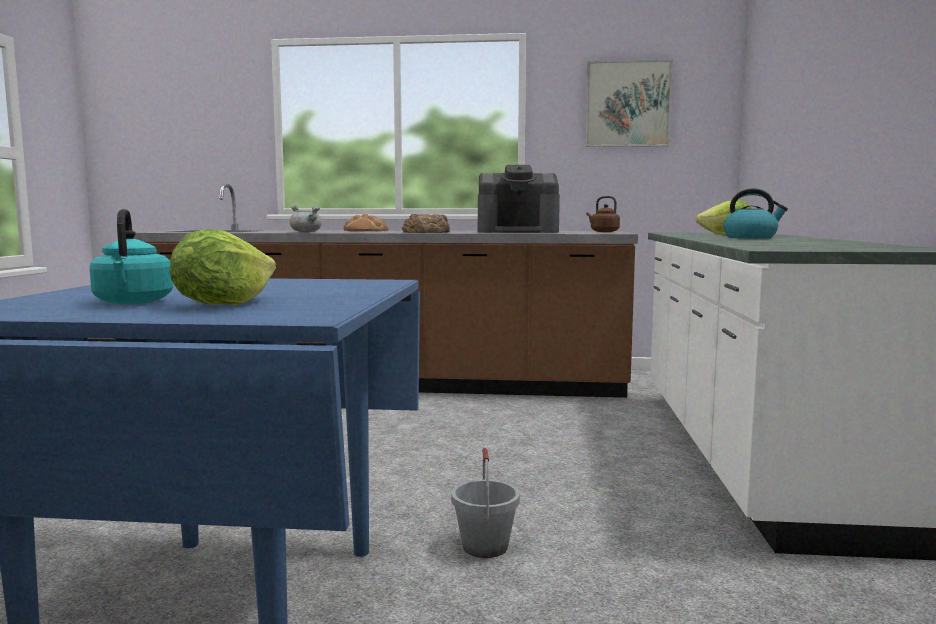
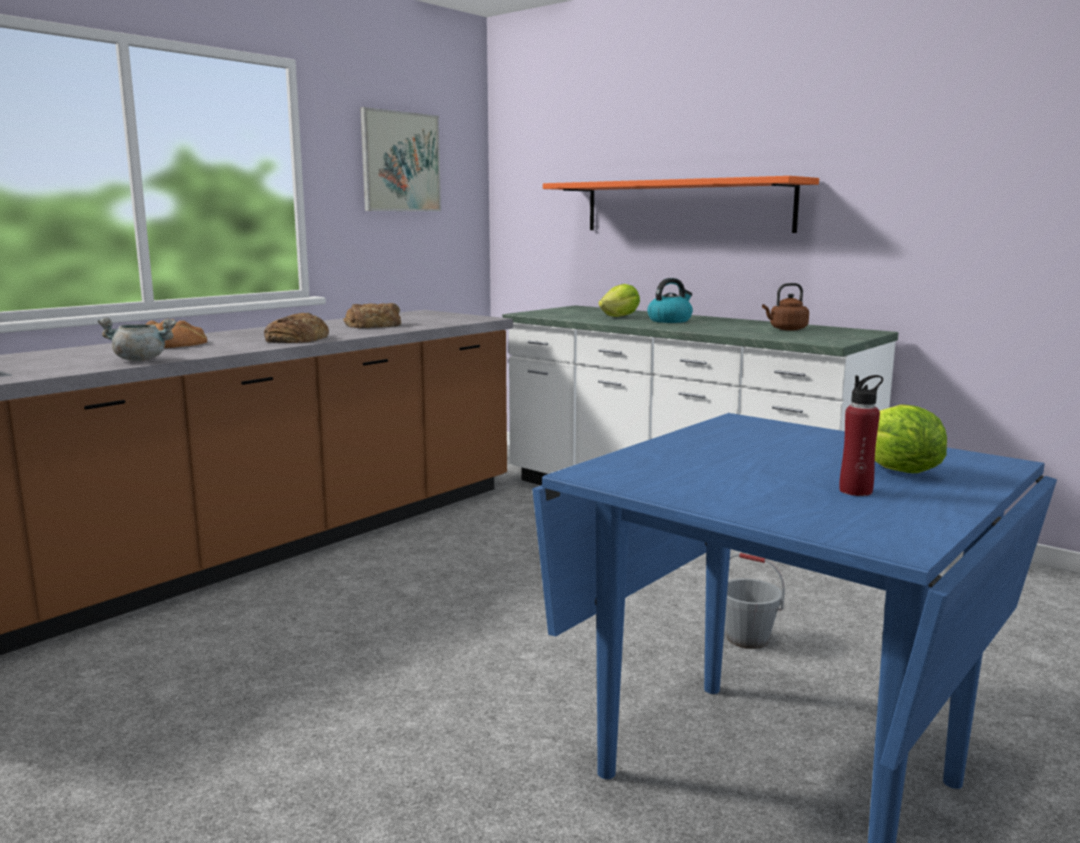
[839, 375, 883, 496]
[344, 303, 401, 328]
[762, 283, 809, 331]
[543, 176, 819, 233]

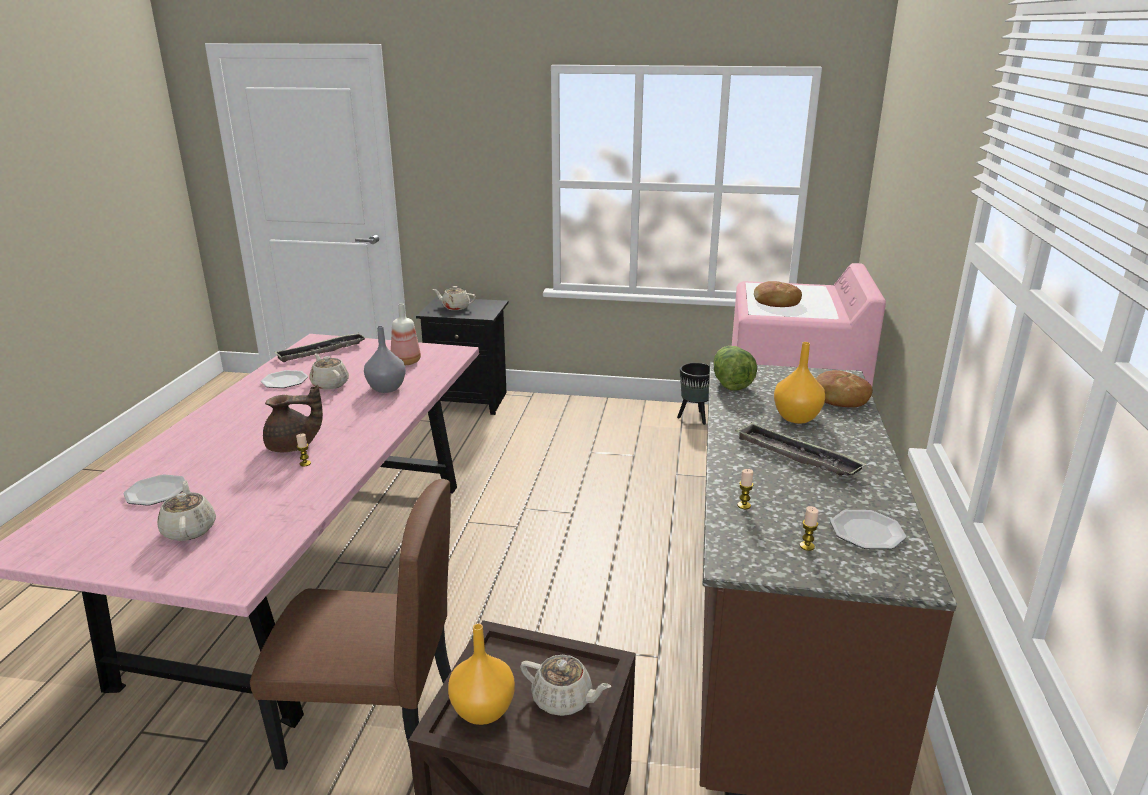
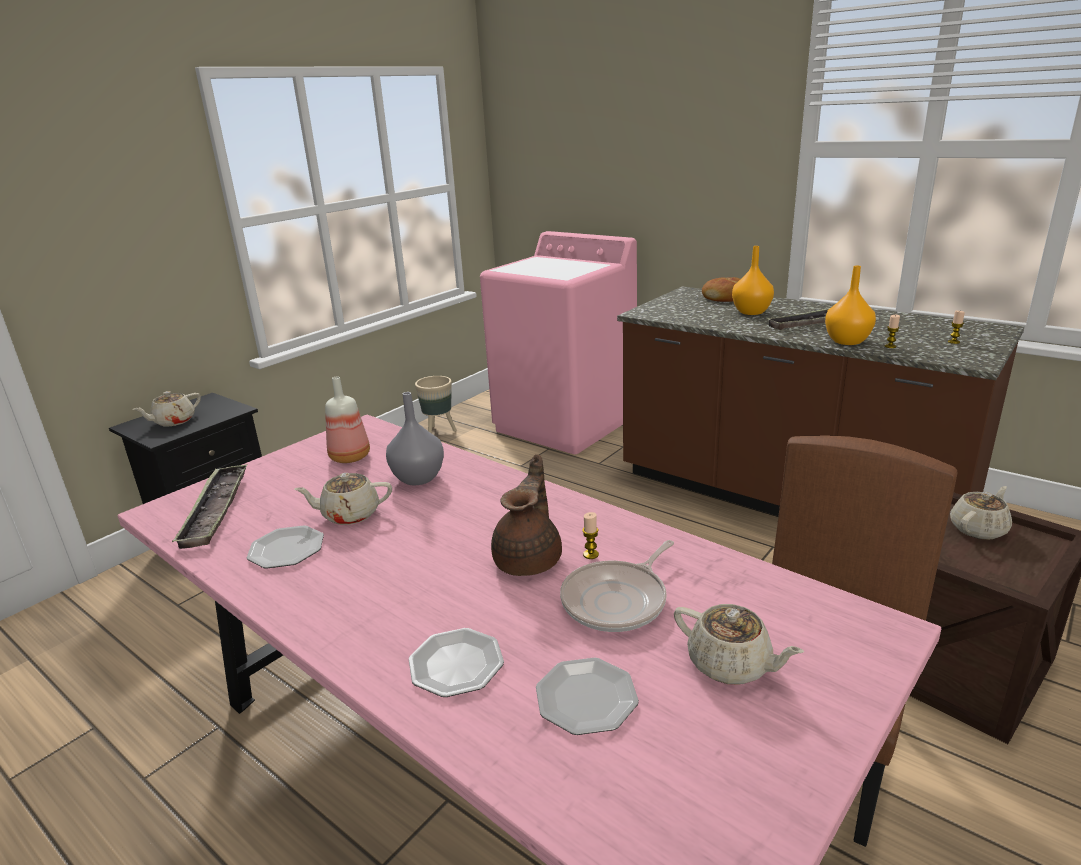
[674, 604, 804, 684]
[825, 266, 876, 345]
[415, 376, 457, 433]
[713, 346, 757, 391] (first image)
[754, 281, 802, 307] (first image)
[409, 628, 504, 697]
[560, 540, 674, 632]

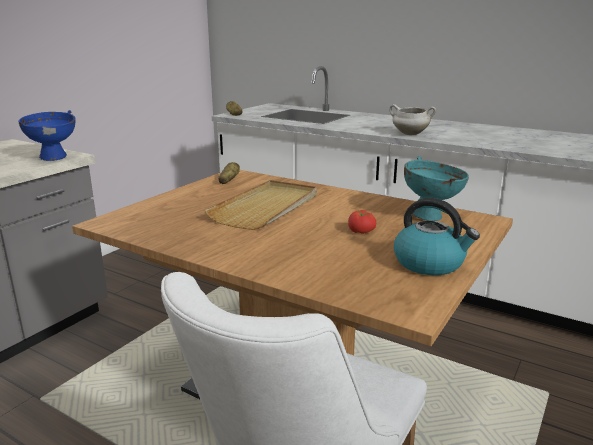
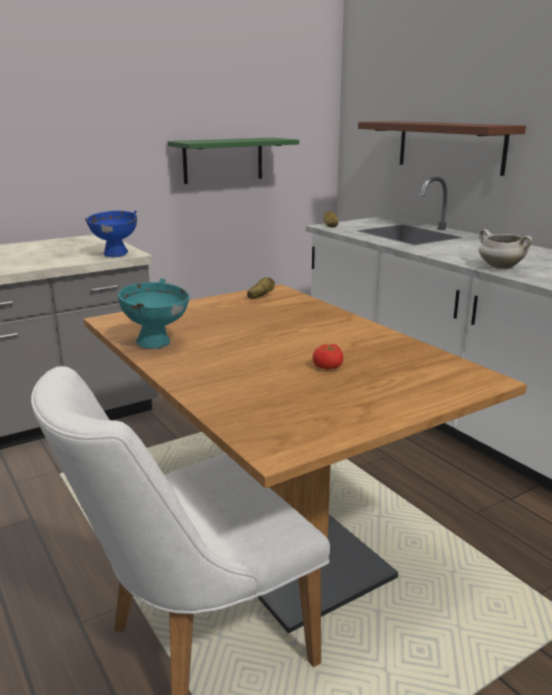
[205, 180, 317, 230] (first image)
[394, 198, 480, 275] (first image)
[118, 278, 189, 349]
[167, 138, 299, 184]
[358, 121, 526, 176]

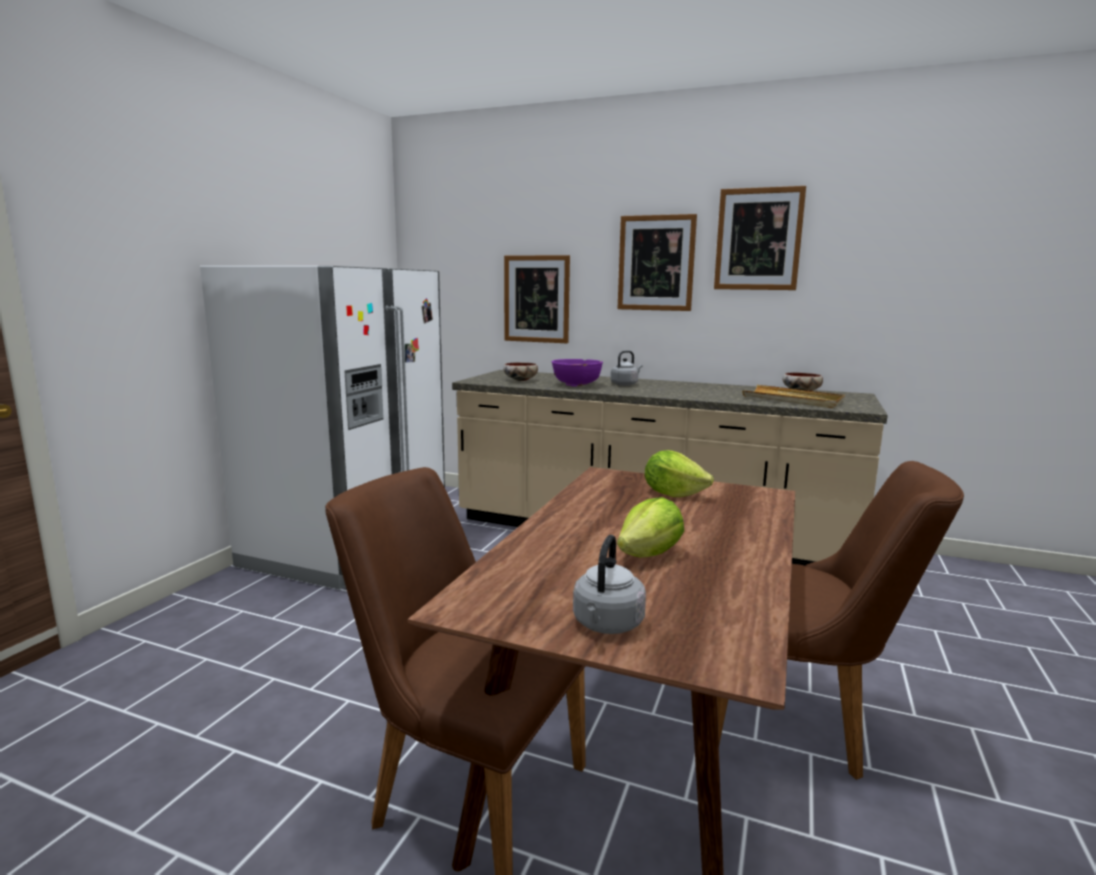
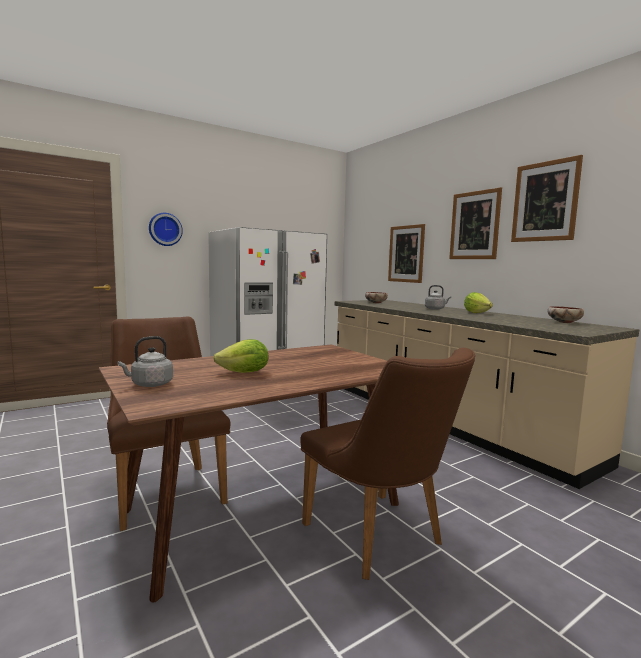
[551, 359, 603, 387] (first image)
[464, 292, 493, 313]
[742, 385, 845, 408] (first image)
[149, 213, 183, 246]

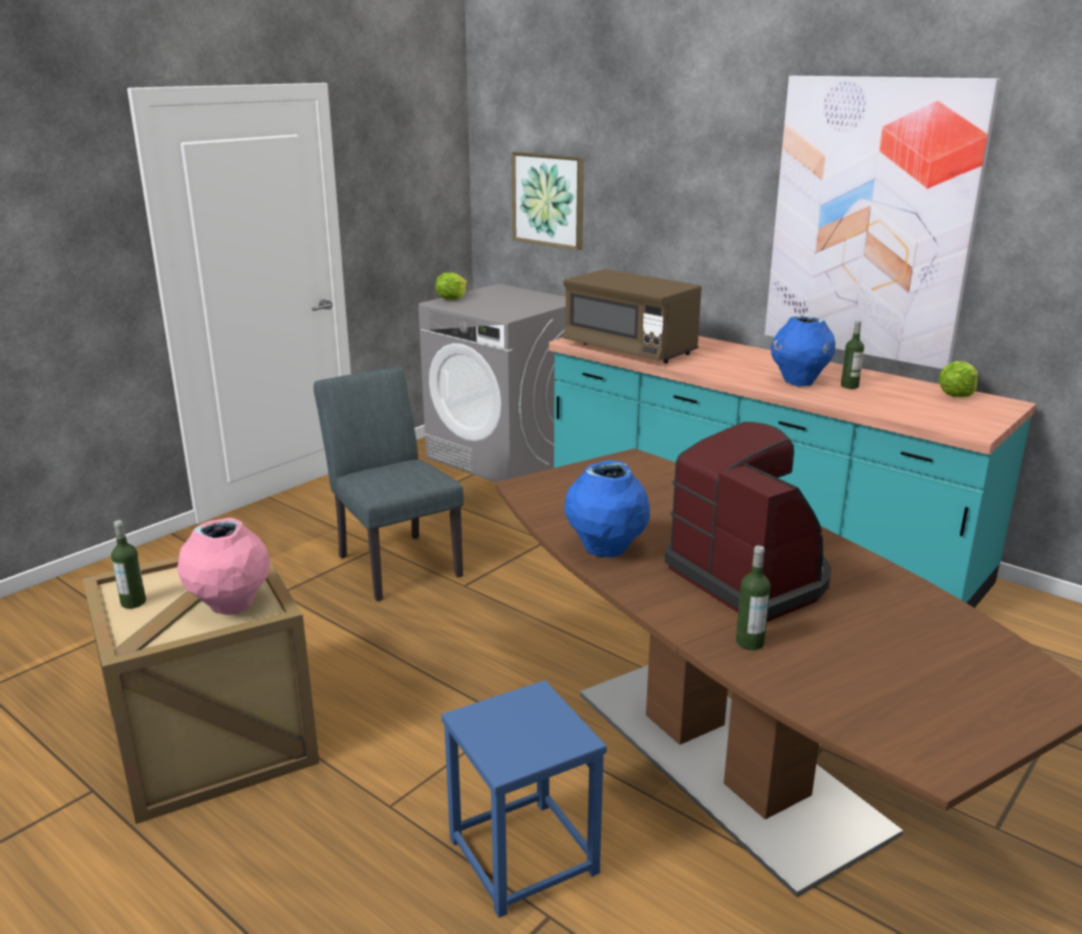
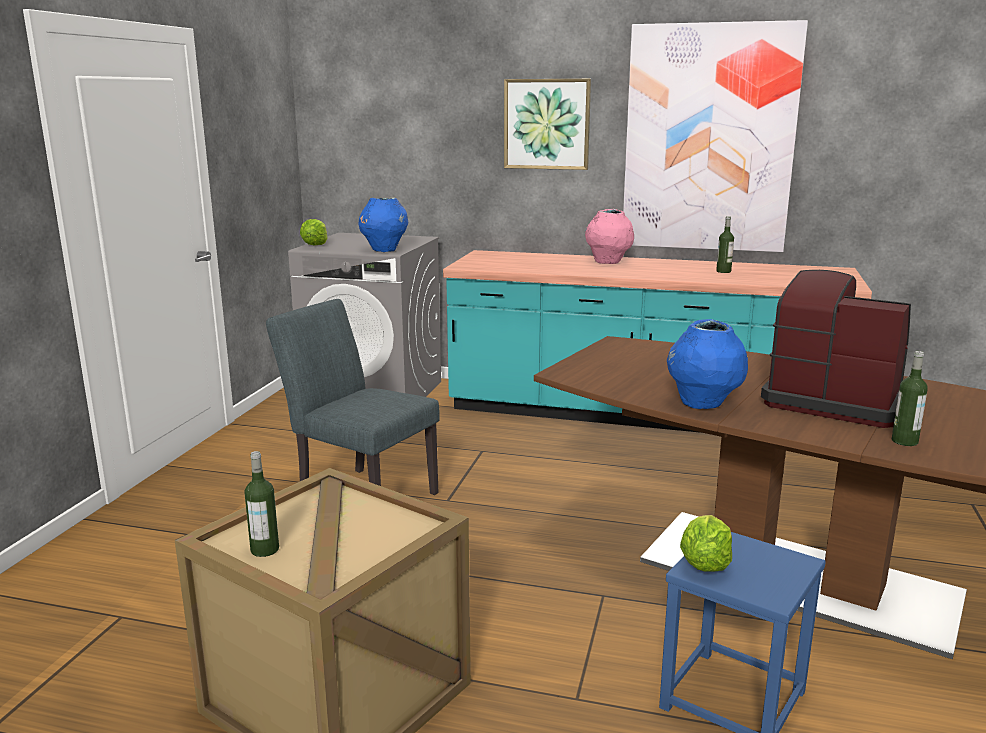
[585, 209, 634, 264]
[504, 79, 591, 170]
[563, 269, 702, 363] (first image)
[358, 198, 408, 252]
[680, 515, 732, 572]

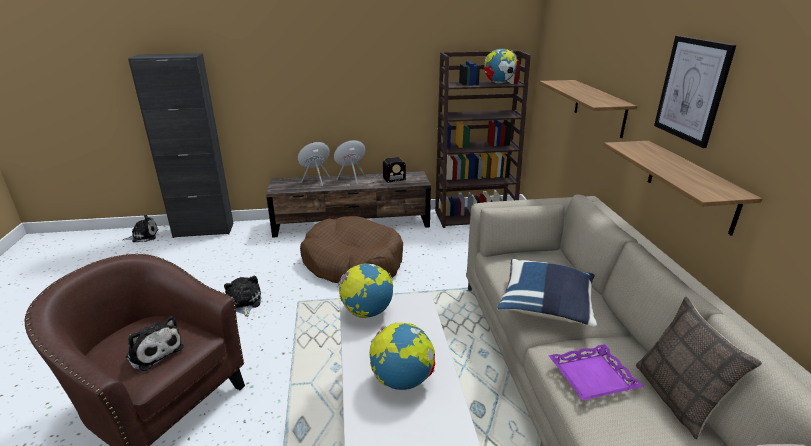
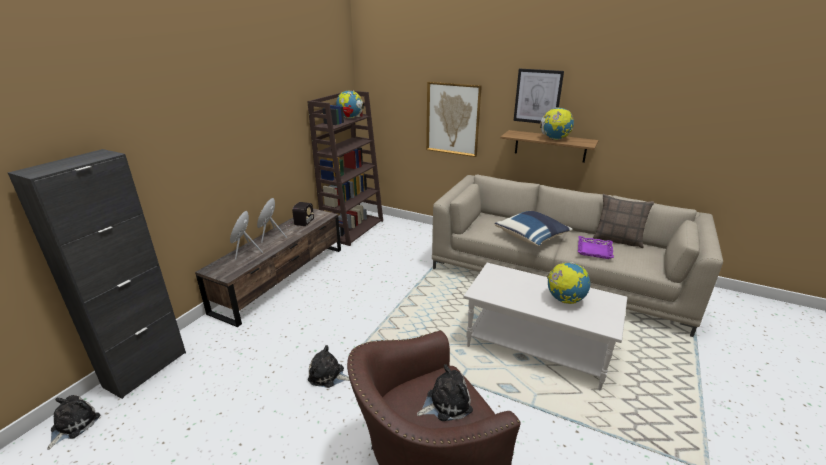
[300, 216, 403, 283] (first image)
[540, 107, 574, 140]
[426, 81, 482, 157]

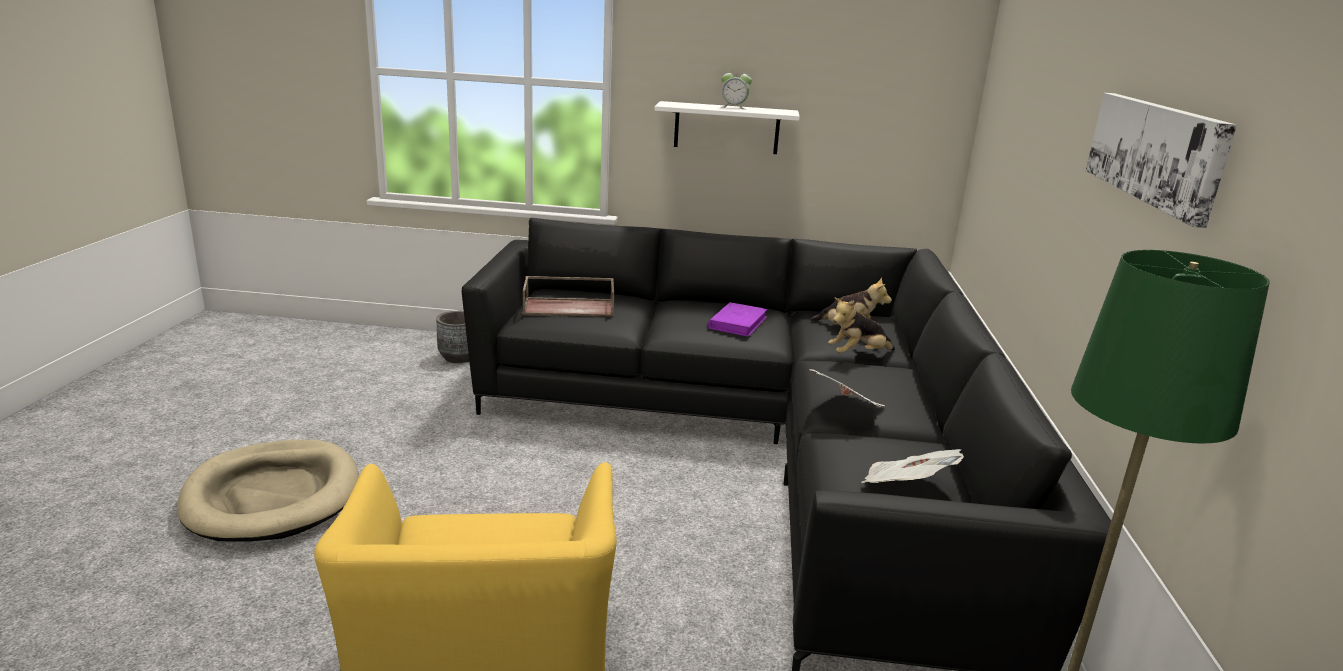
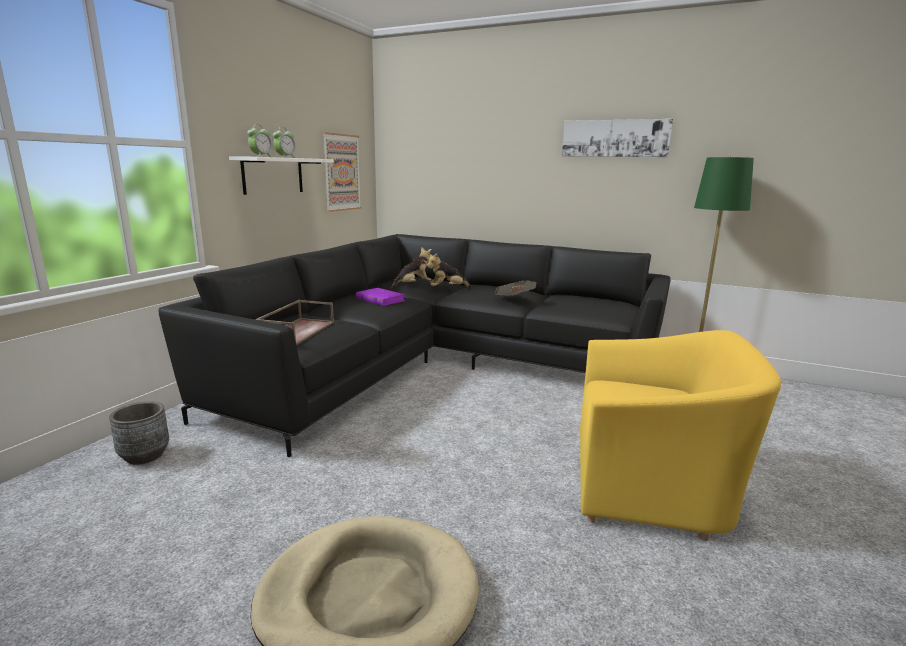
[426, 253, 472, 288]
[862, 449, 964, 483] (first image)
[247, 124, 272, 157]
[323, 132, 362, 212]

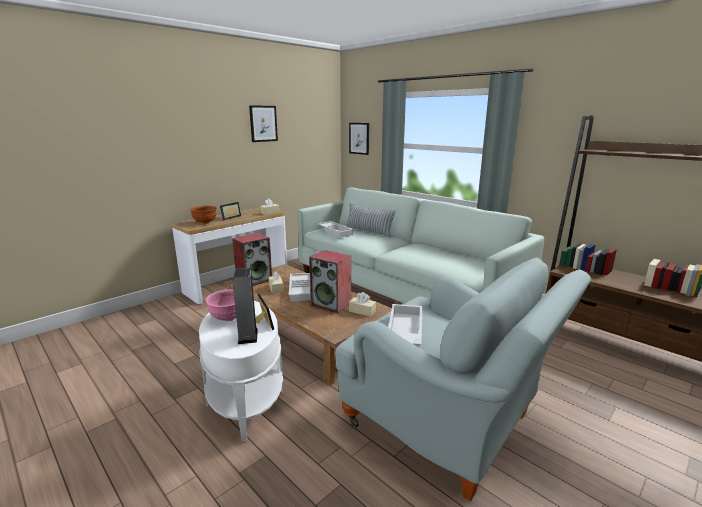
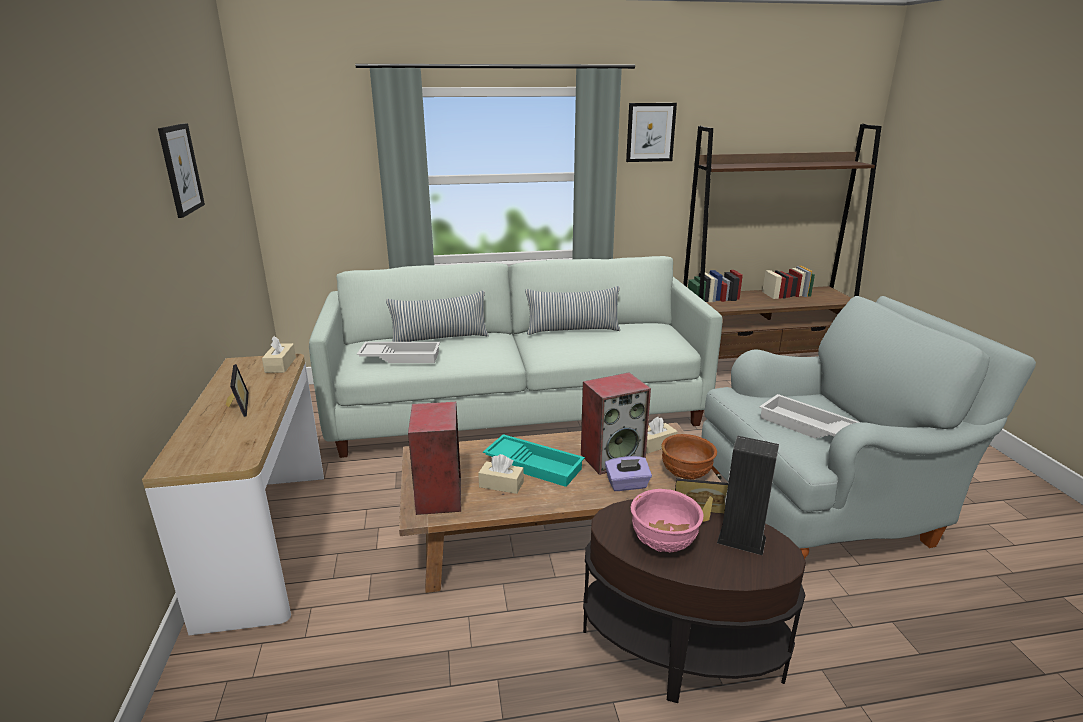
[661, 434, 717, 480]
[583, 499, 806, 703]
[483, 434, 585, 487]
[626, 103, 677, 162]
[525, 286, 620, 335]
[605, 456, 652, 491]

